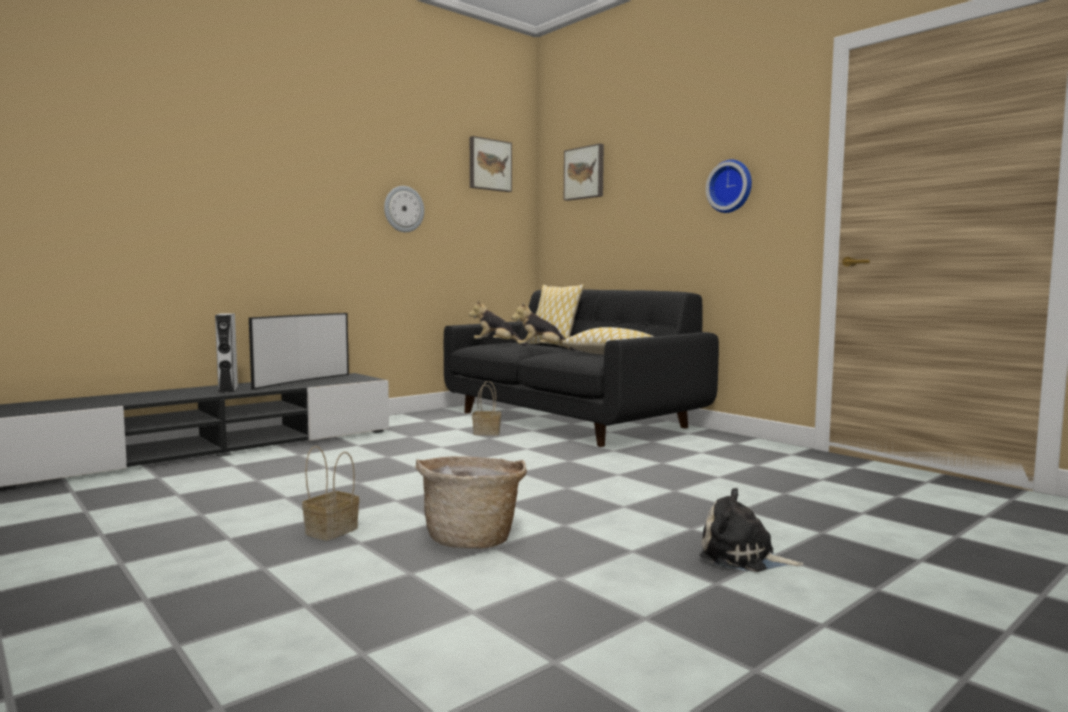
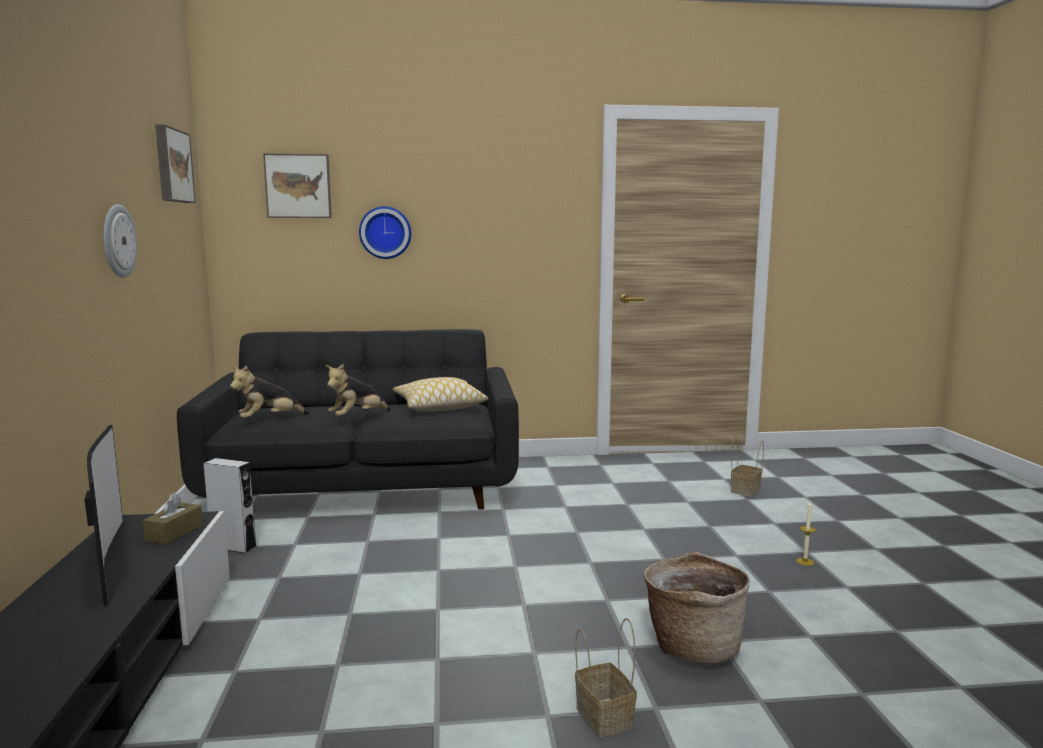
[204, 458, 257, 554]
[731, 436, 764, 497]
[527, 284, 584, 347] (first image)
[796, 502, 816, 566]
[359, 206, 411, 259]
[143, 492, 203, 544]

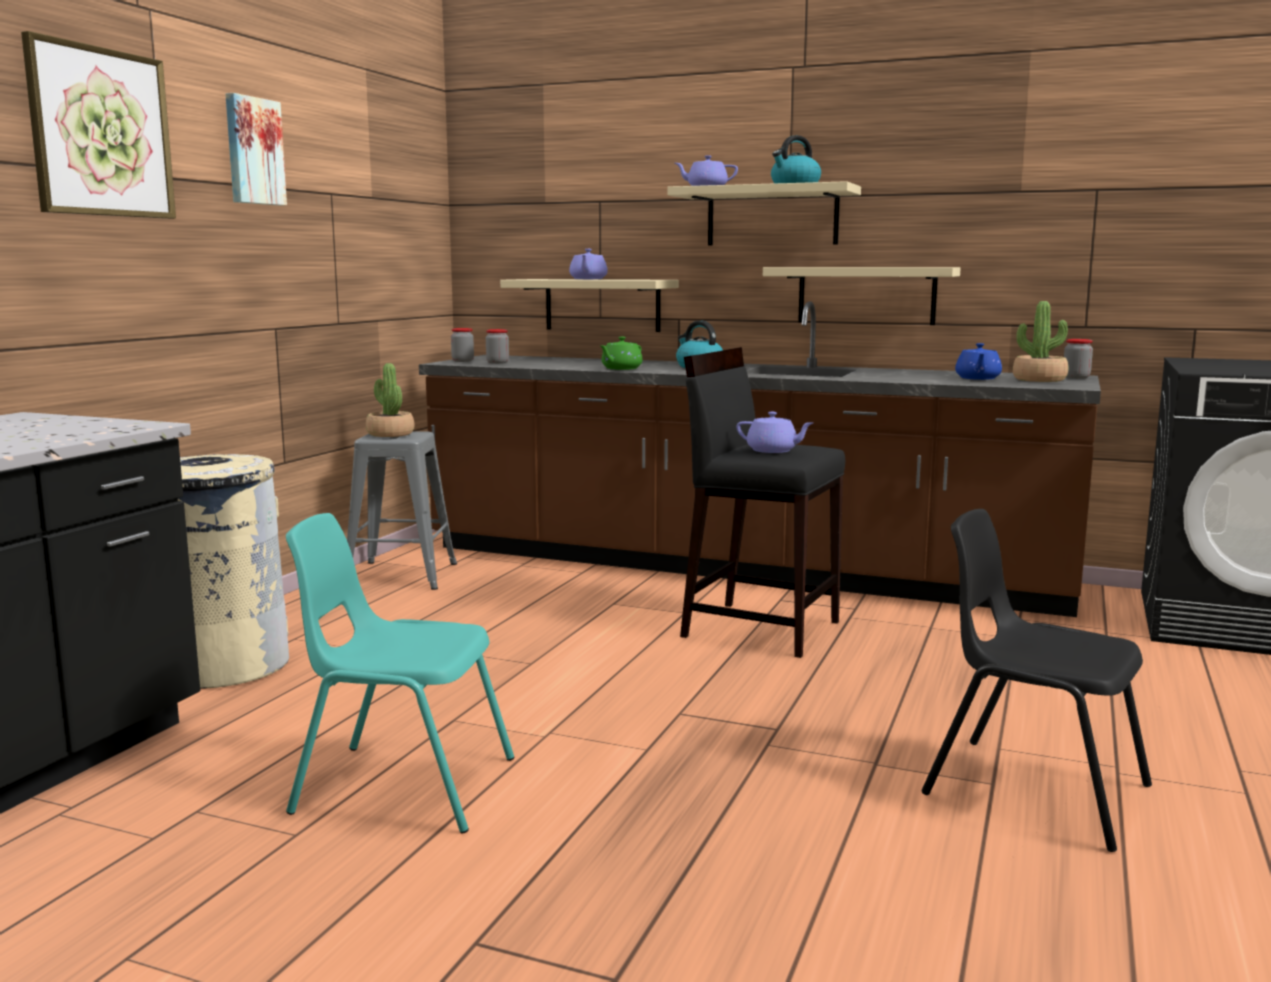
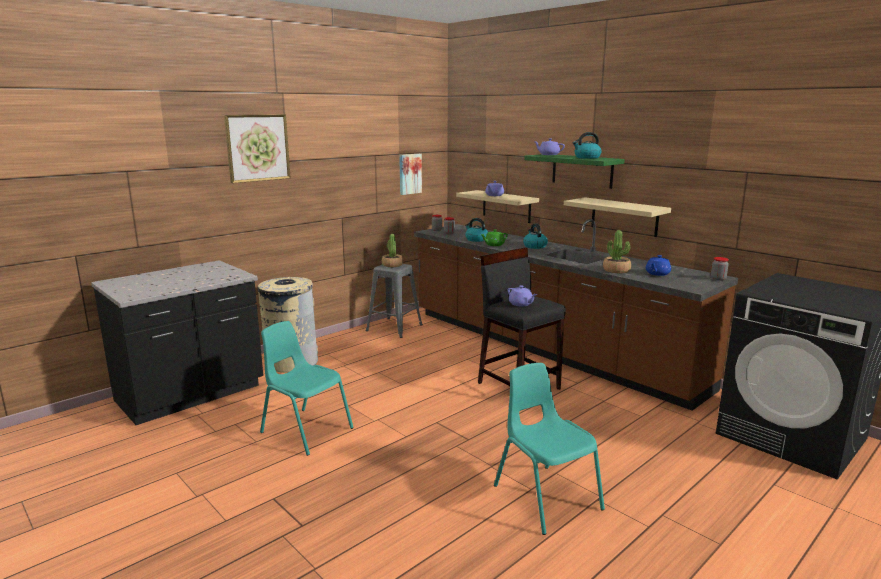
[399, 154, 422, 195]
[524, 154, 625, 189]
[494, 363, 605, 535]
[603, 230, 631, 273]
[465, 218, 488, 242]

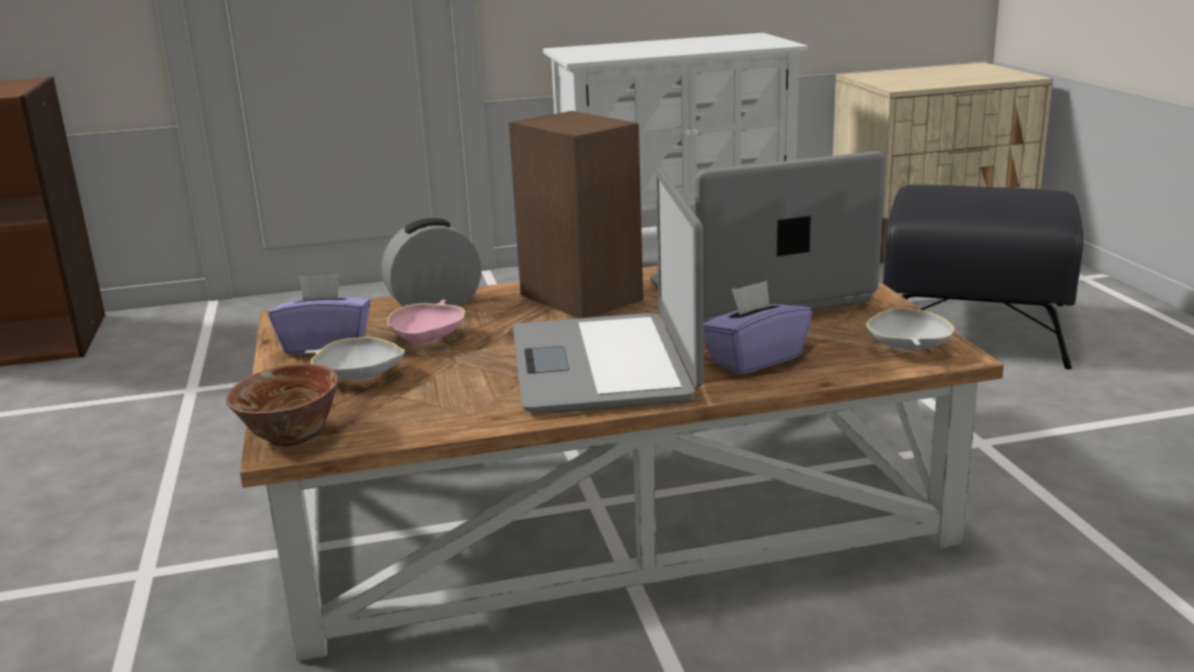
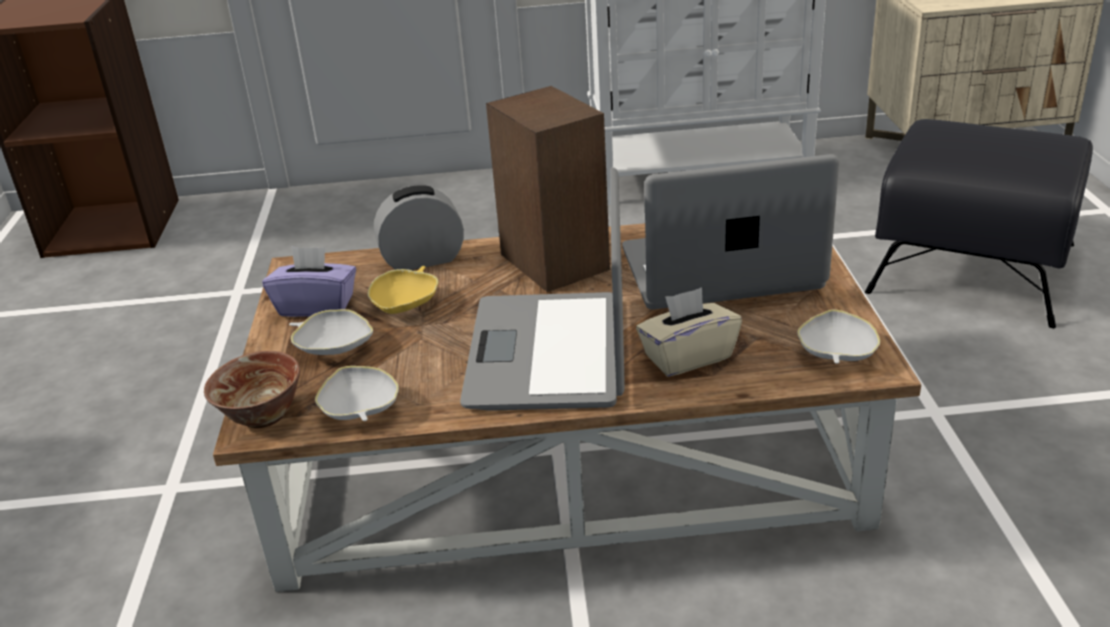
[367, 266, 439, 314]
[636, 287, 742, 377]
[315, 366, 399, 421]

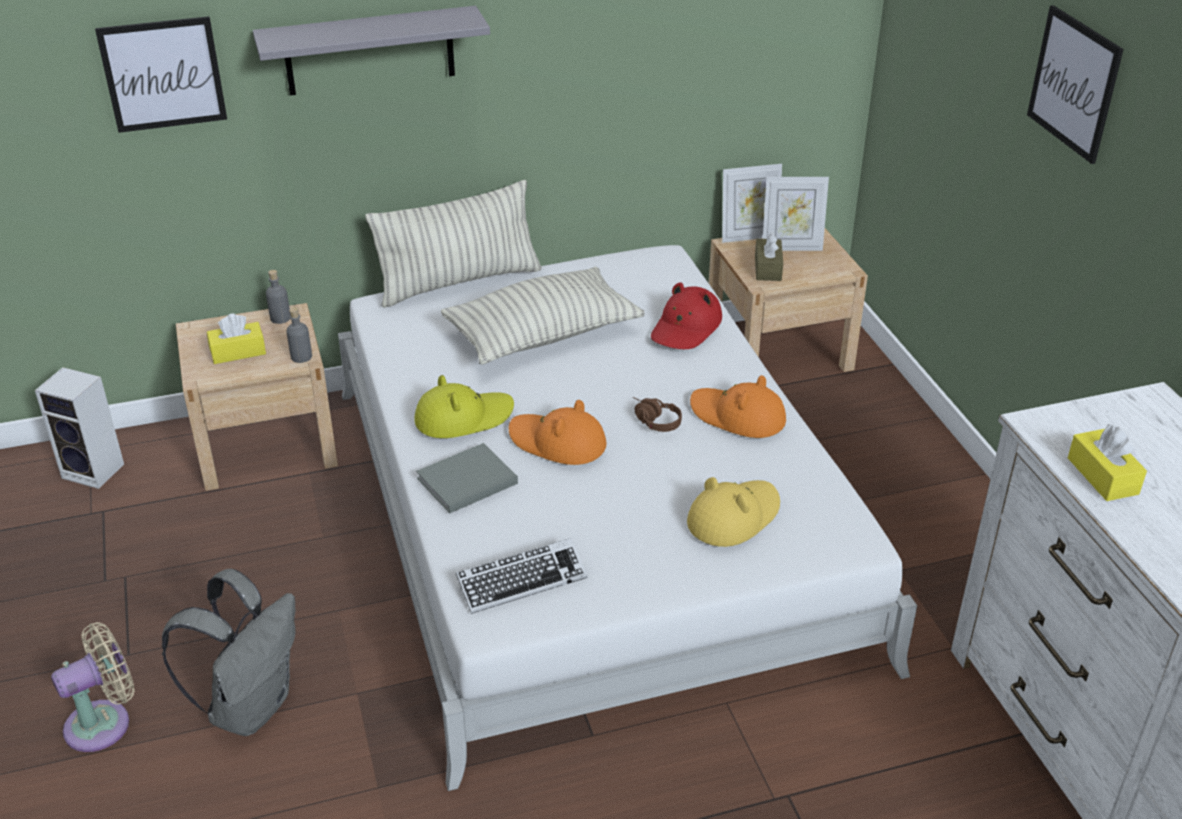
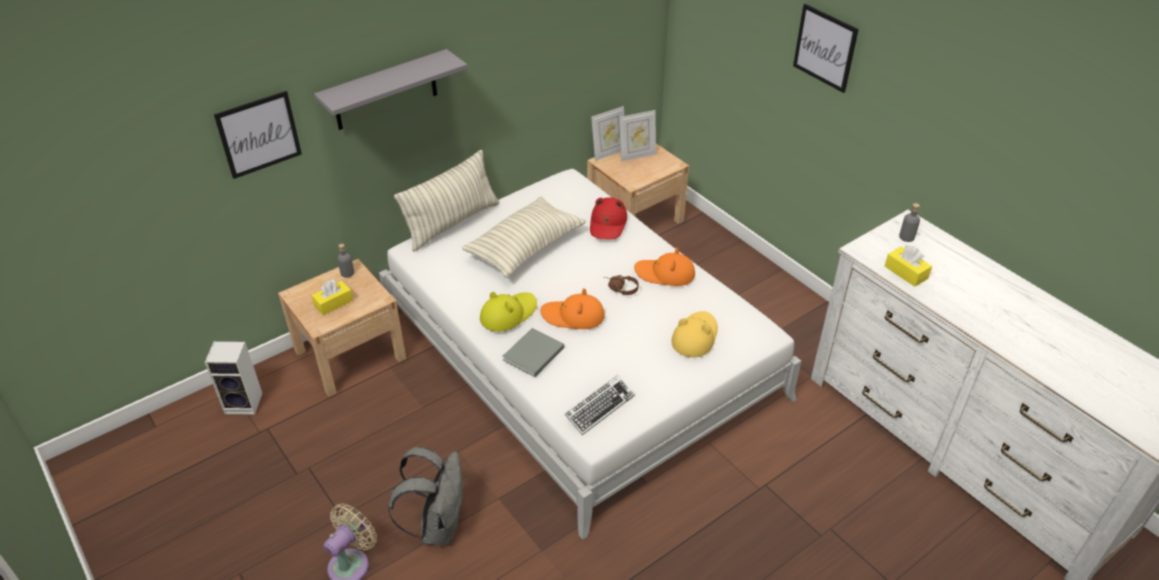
[899, 203, 920, 242]
[755, 232, 783, 281] (first image)

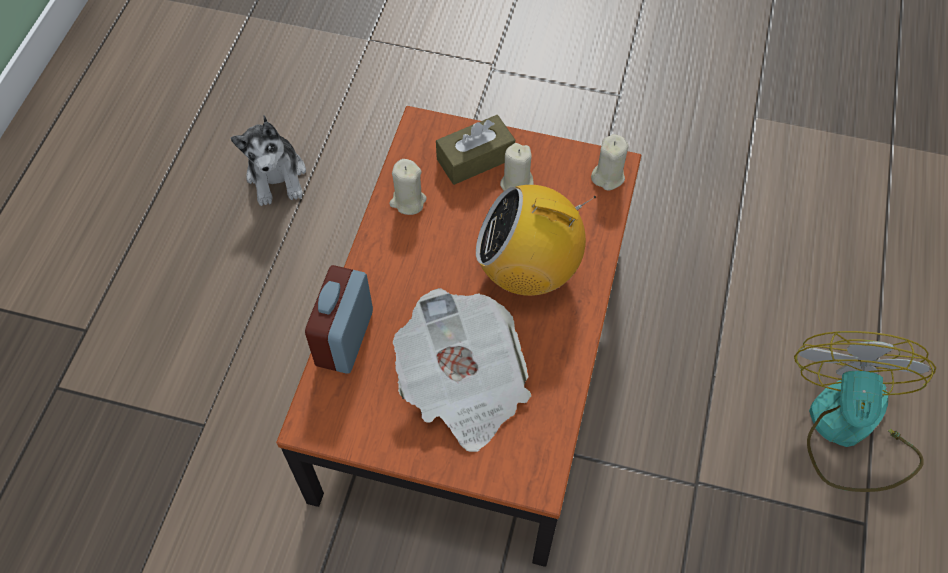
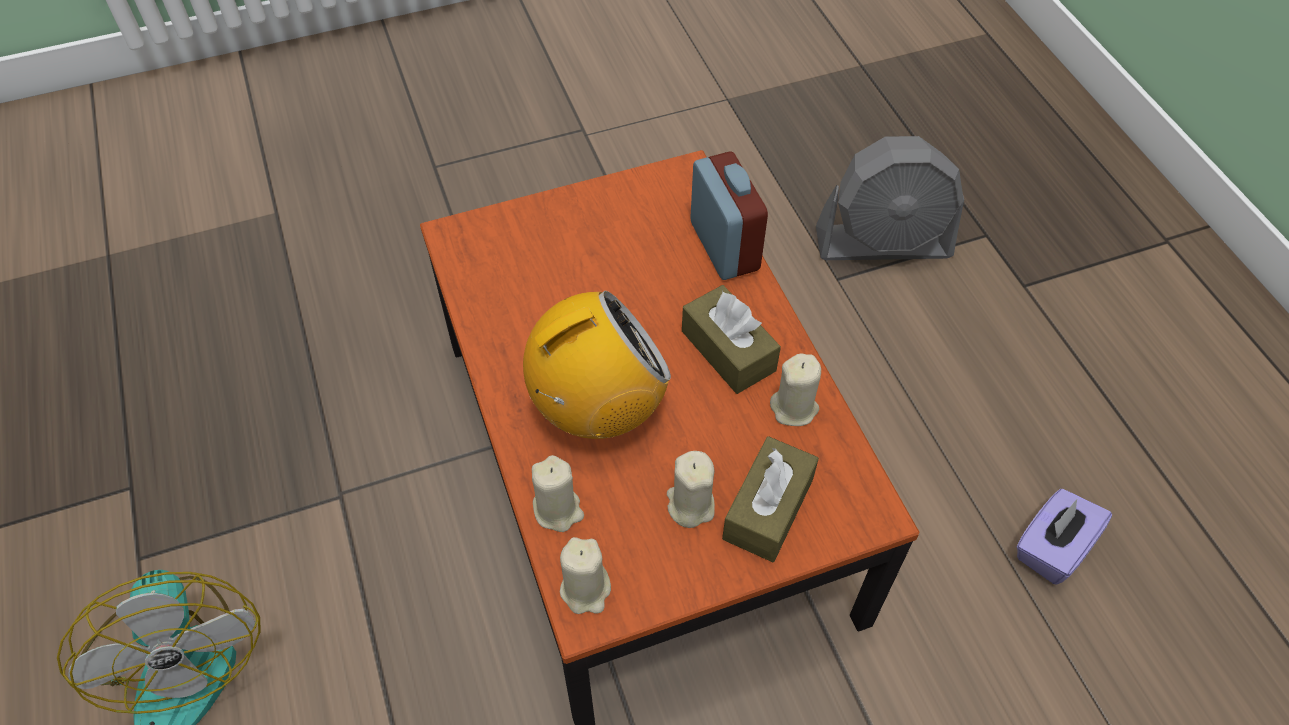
[1016, 489, 1112, 585]
[393, 288, 531, 452] (first image)
[532, 455, 584, 532]
[682, 285, 781, 394]
[816, 136, 964, 260]

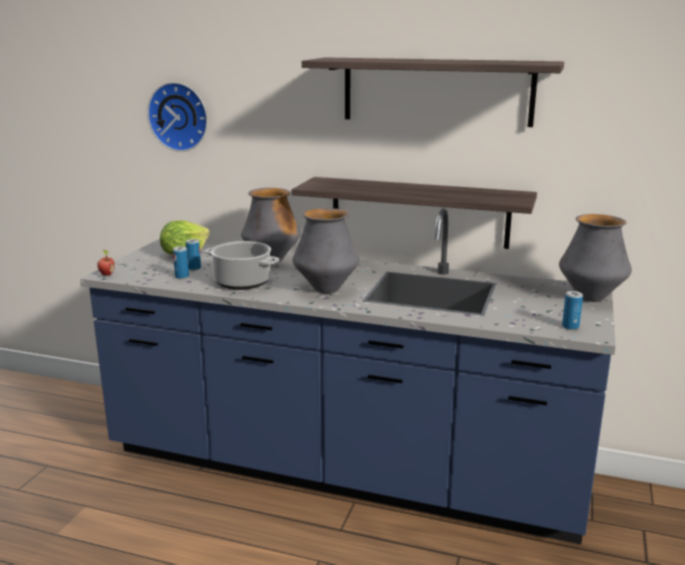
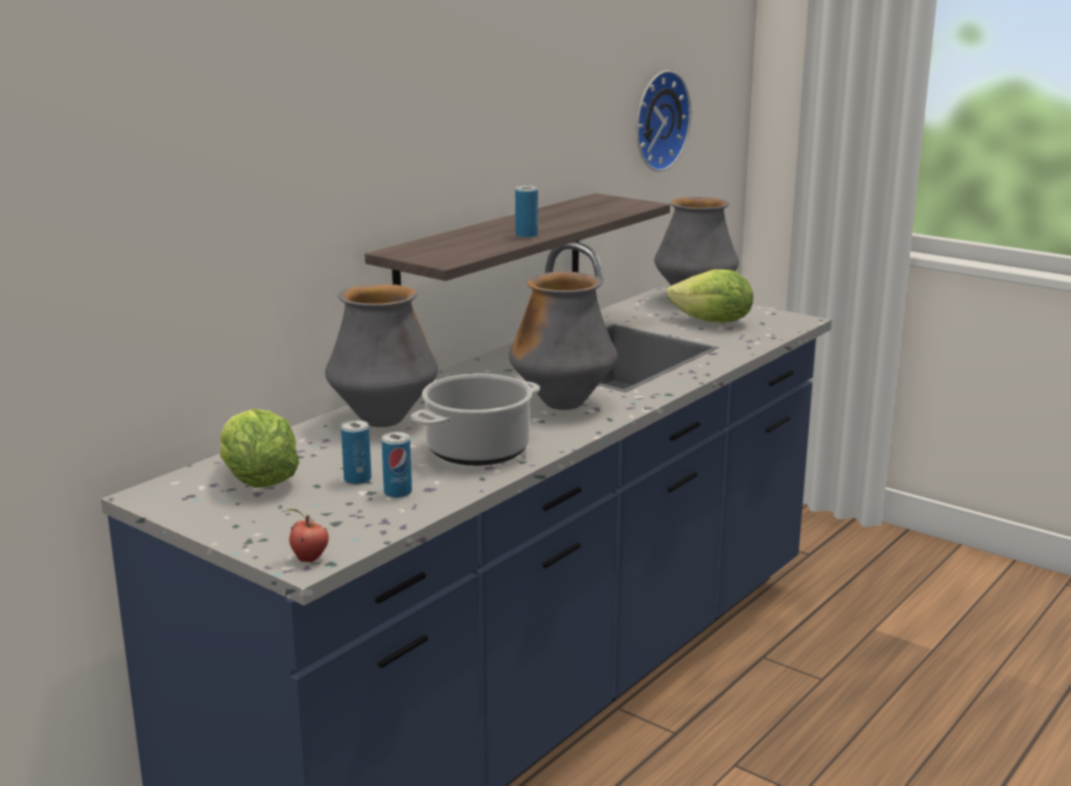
[636, 70, 691, 172]
[302, 58, 564, 127] (first image)
[515, 185, 538, 238]
[667, 269, 753, 322]

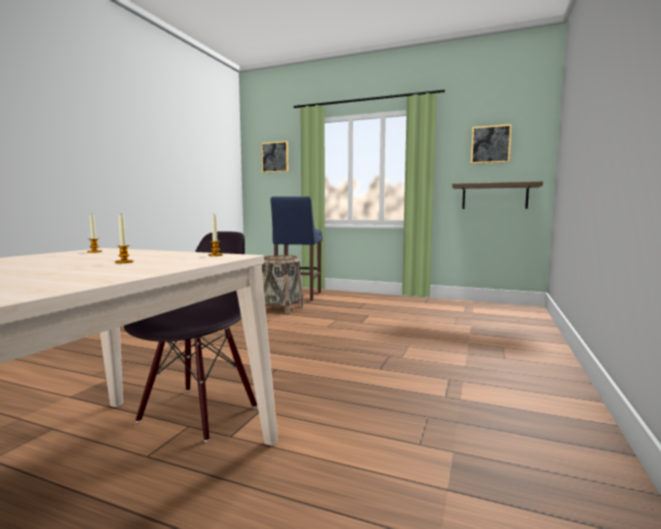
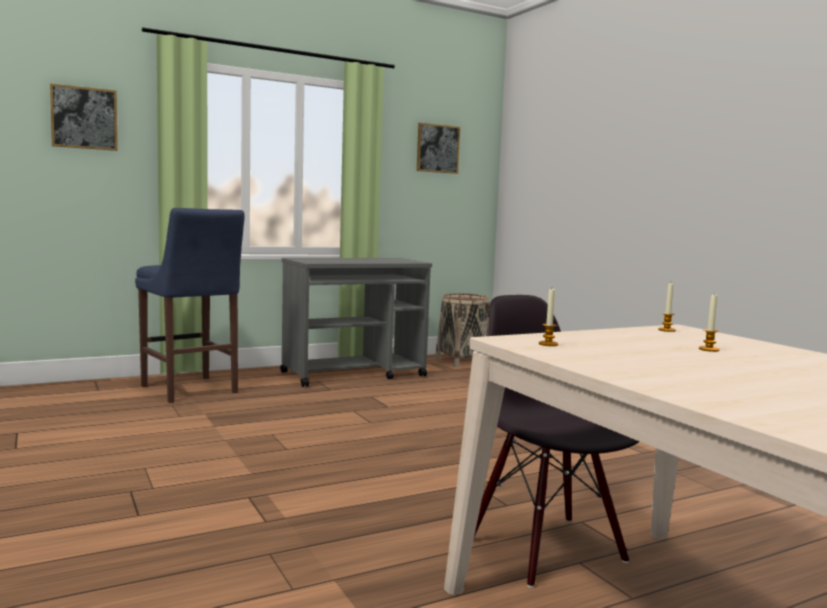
[435, 293, 490, 368]
[452, 182, 543, 209] (first image)
[280, 258, 432, 387]

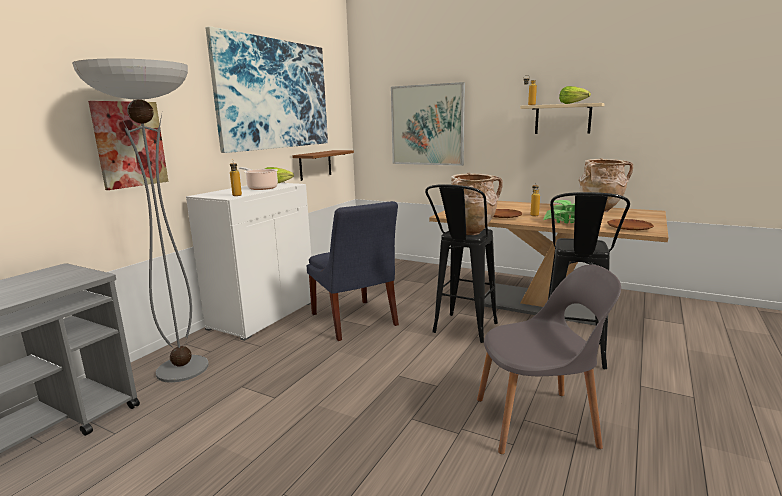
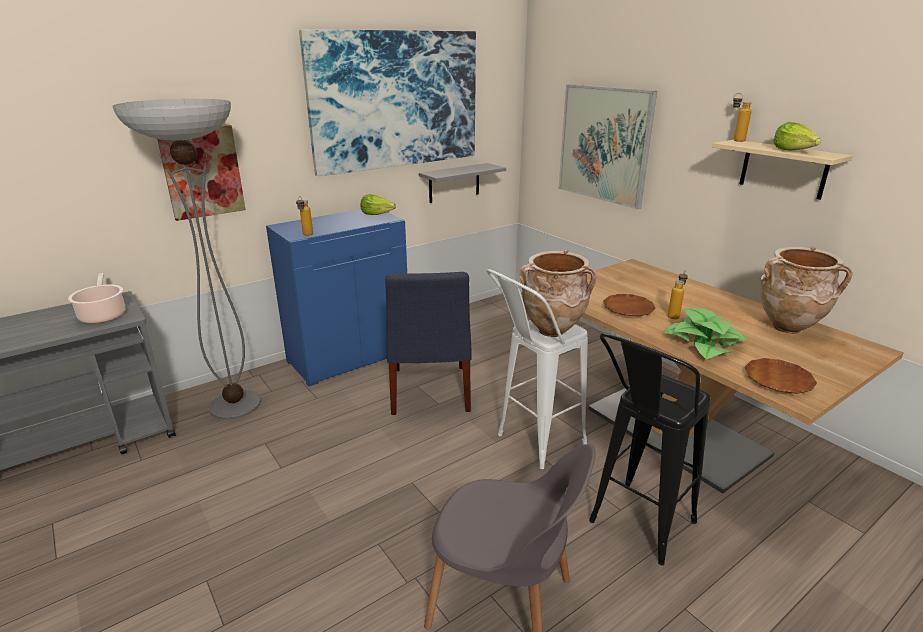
[266, 209, 407, 386]
[68, 273, 125, 324]
[419, 163, 506, 203]
[487, 269, 588, 469]

